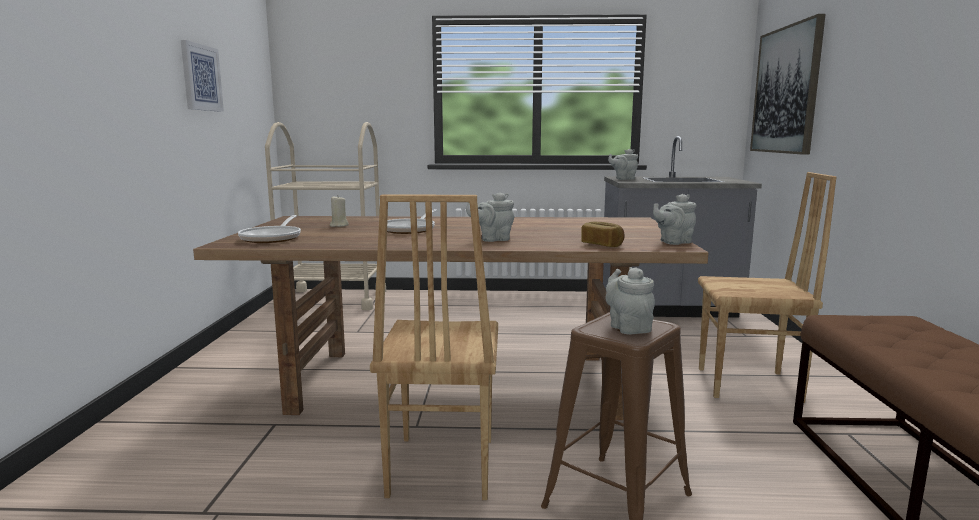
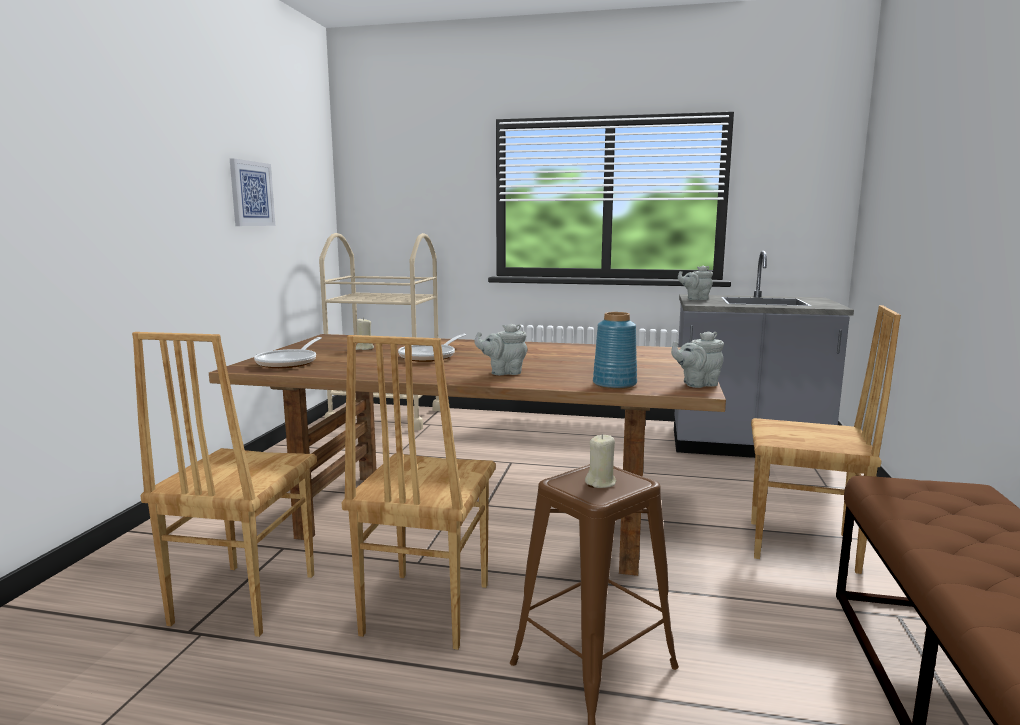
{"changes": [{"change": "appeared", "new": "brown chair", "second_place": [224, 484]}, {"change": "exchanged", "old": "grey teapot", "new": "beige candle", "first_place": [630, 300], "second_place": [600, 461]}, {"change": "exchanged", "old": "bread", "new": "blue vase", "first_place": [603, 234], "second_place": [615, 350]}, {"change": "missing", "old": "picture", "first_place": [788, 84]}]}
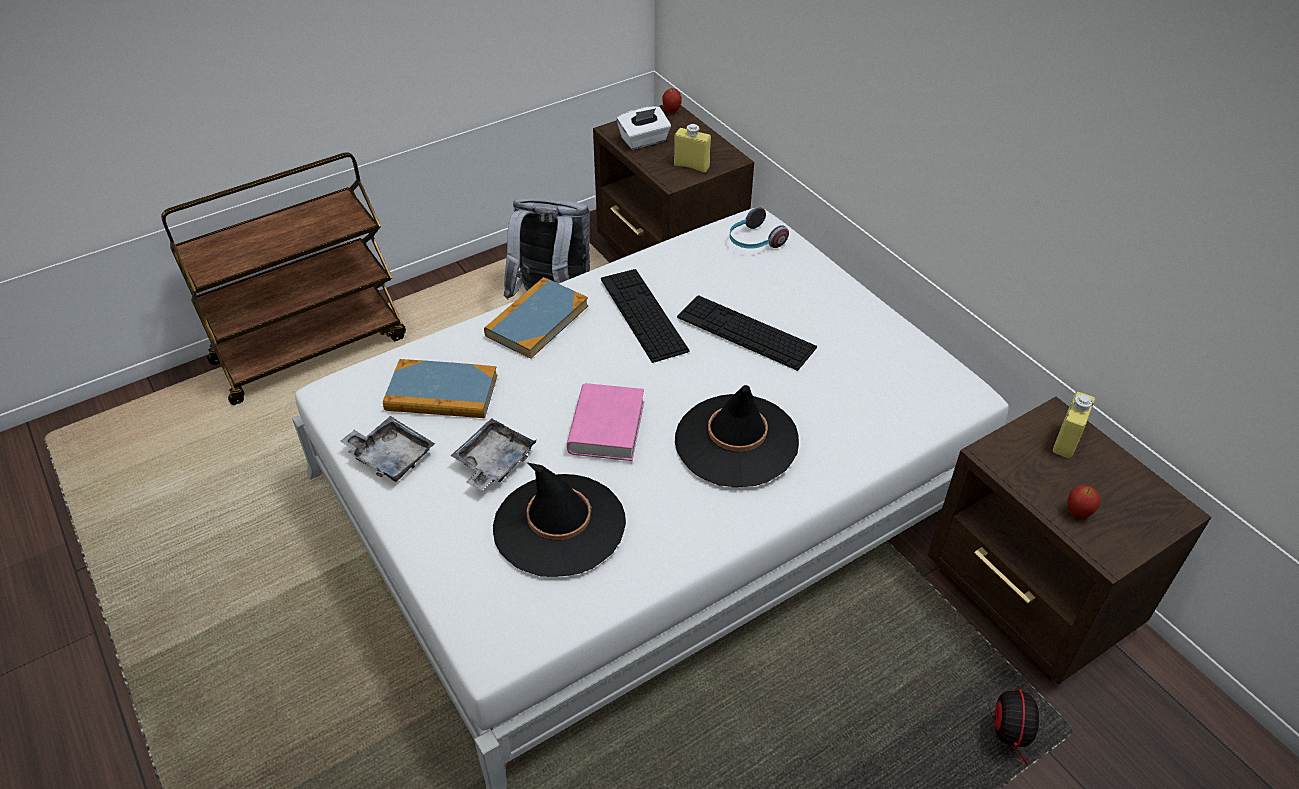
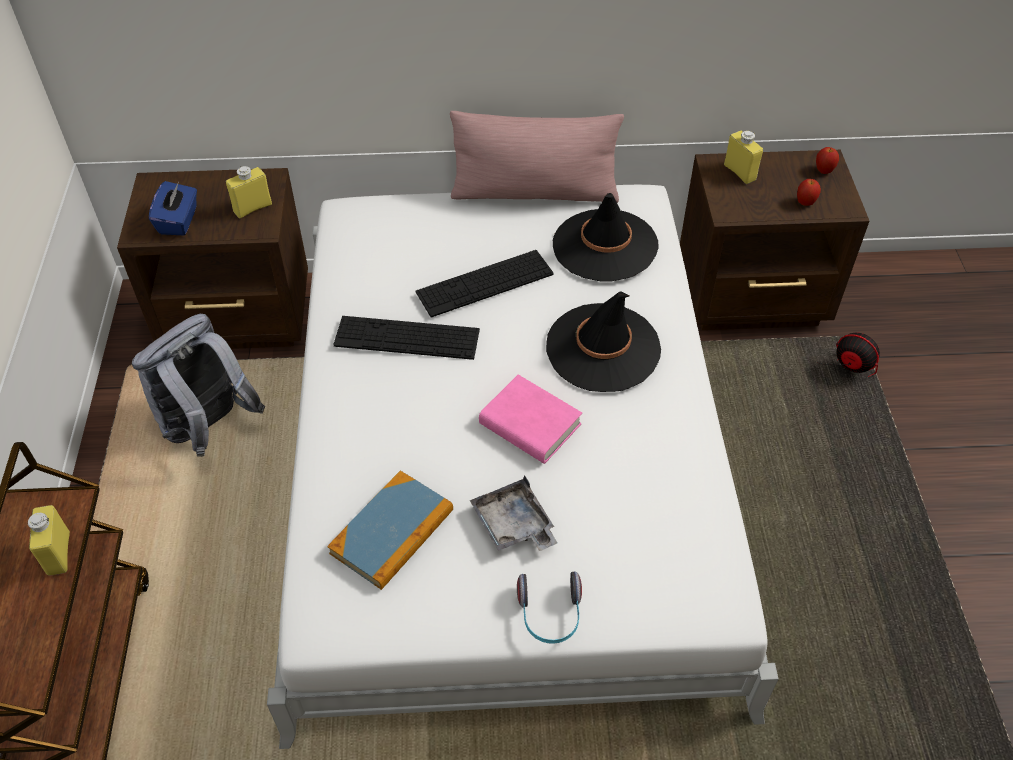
{"changes": [{"change": "appeared", "new": "yellow bottle", "second_place": [49, 540]}, {"change": "colour", "old": "white tissue box", "new": "blue tissue box", "first_place": [644, 127], "second_place": [173, 208]}, {"change": "appeared", "new": "pink pillow", "second_place": [537, 157]}, {"change": "relocated", "old": "headphones", "first_place": [759, 228], "second_place": [549, 607]}, {"change": "relocated", "old": "black hat", "first_place": [559, 519], "second_place": [606, 237]}, {"change": "relocated", "old": "apple", "first_place": [672, 100], "second_place": [827, 160]}, {"change": "missing", "old": "grey tray", "first_place": [387, 449]}, {"change": "missing", "old": "book", "first_place": [536, 318]}]}
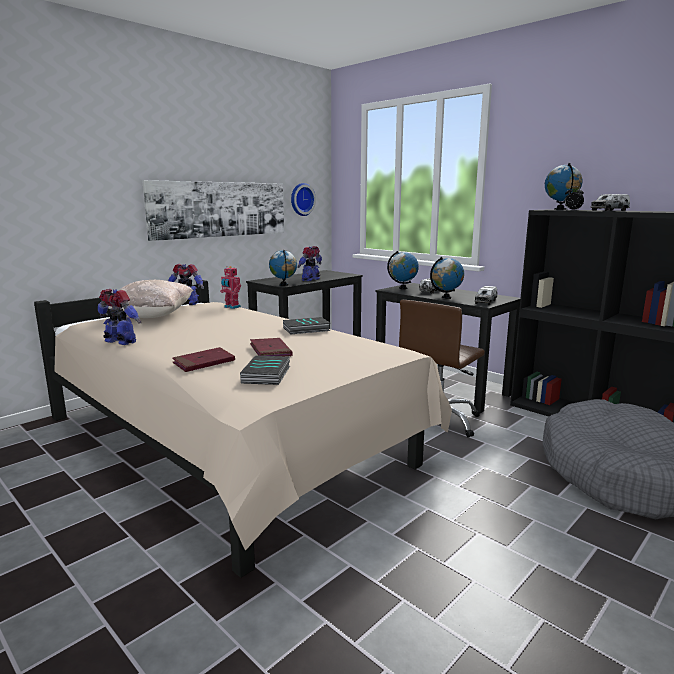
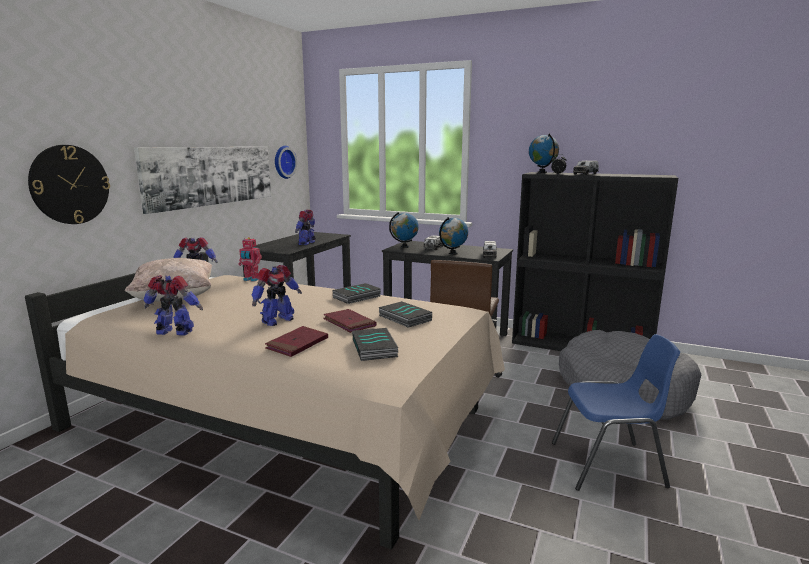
{"changes": [{"change": "appeared", "new": "wall clock", "second_place": [69, 184]}, {"change": "appeared", "new": "toy robot", "second_place": [277, 295]}, {"change": "appeared", "new": "book", "second_place": [405, 314]}, {"change": "appeared", "new": "blue chair", "second_place": [616, 412]}, {"change": "missing", "old": "globe", "first_place": [283, 268]}]}
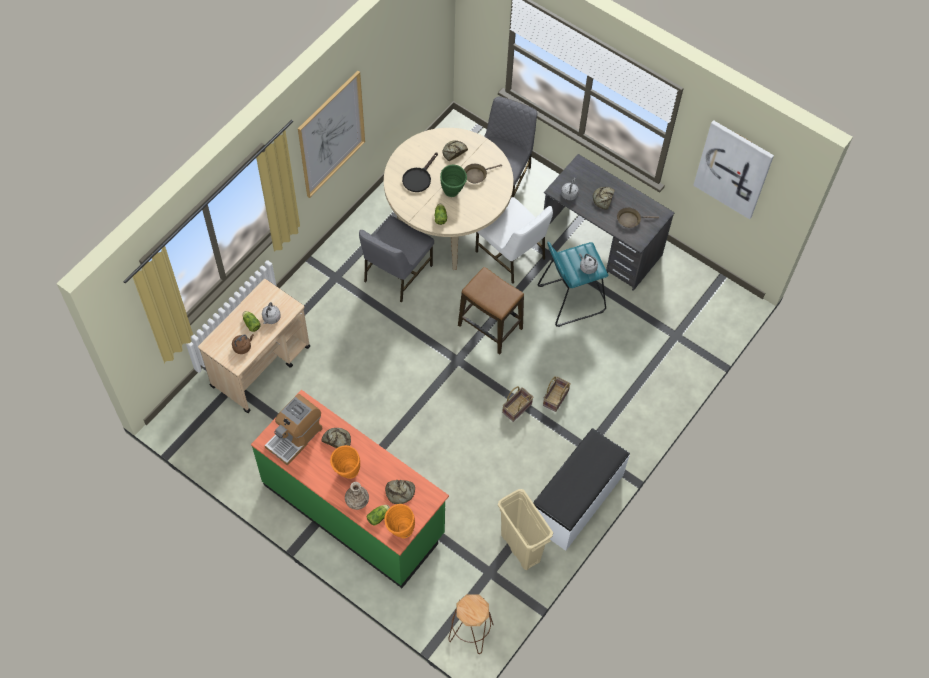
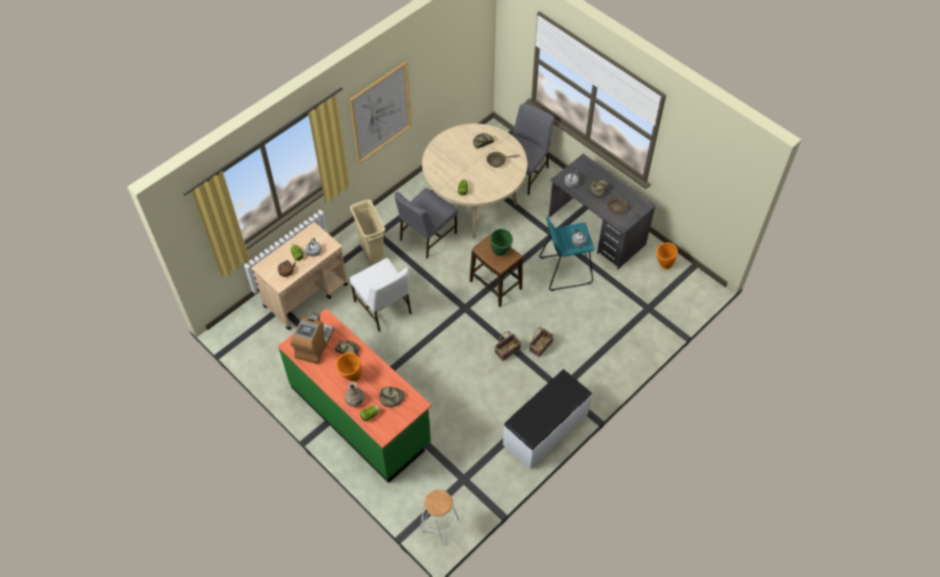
{"changes": [{"change": "spun", "old": "coffee machine", "first_place": [293, 430], "second_place": [312, 338], "degrees": 150}, {"change": "relocated", "old": "white chair", "first_place": [514, 240], "second_place": [380, 295]}, {"change": "relocated", "old": "beige trash can", "first_place": [525, 529], "second_place": [367, 232]}, {"change": "colour", "old": "brown stool", "new": "white stool", "first_place": [471, 624], "second_place": [440, 517]}, {"change": "relocated", "old": "green vase", "first_place": [453, 181], "second_place": [501, 242]}, {"change": "relocated", "old": "orange vase", "first_place": [400, 521], "second_place": [666, 256]}, {"change": "missing", "old": "black frying pan", "first_place": [420, 172]}, {"change": "missing", "old": "picture", "first_place": [733, 169]}]}
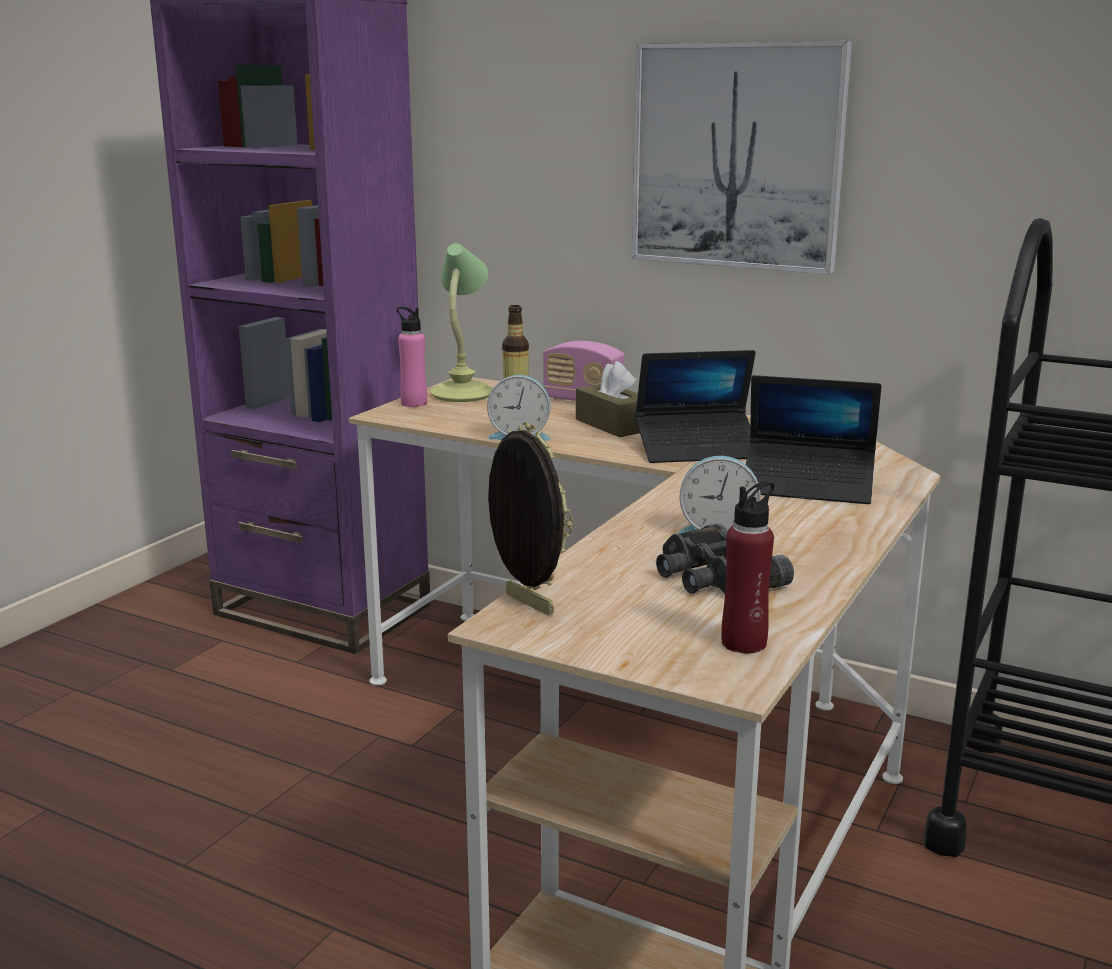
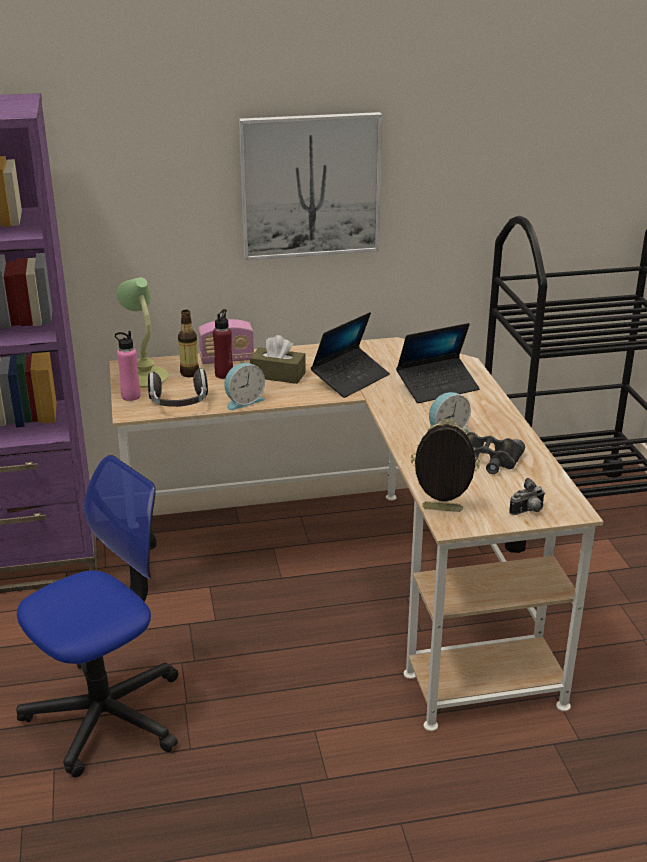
{"changes": [{"change": "appeared", "new": "office chair", "second_place": [97, 616]}, {"change": "appeared", "new": "headphones", "second_place": [178, 387]}, {"change": "relocated", "old": "red bottle", "first_place": [747, 567], "second_place": [223, 344]}, {"change": "appeared", "new": "photo camera", "second_place": [527, 496]}]}
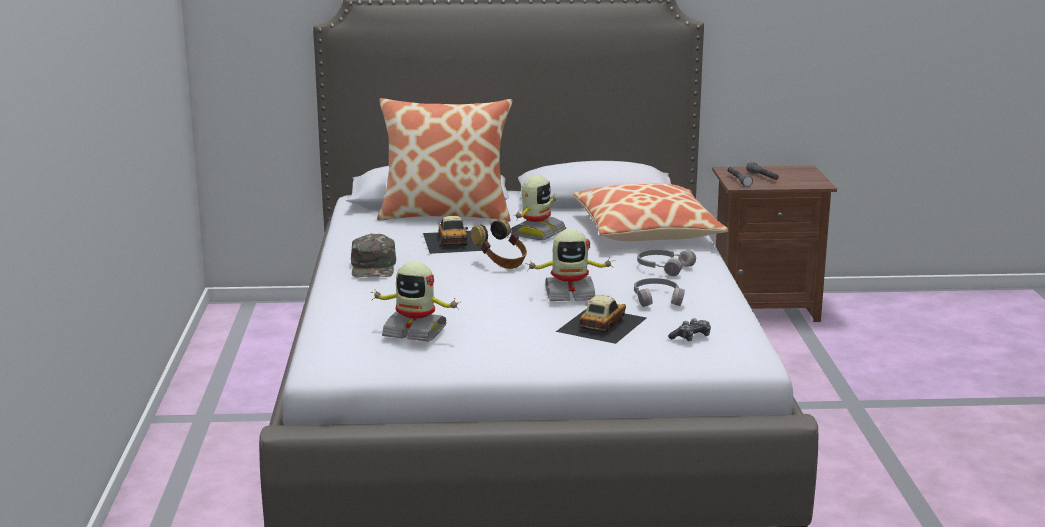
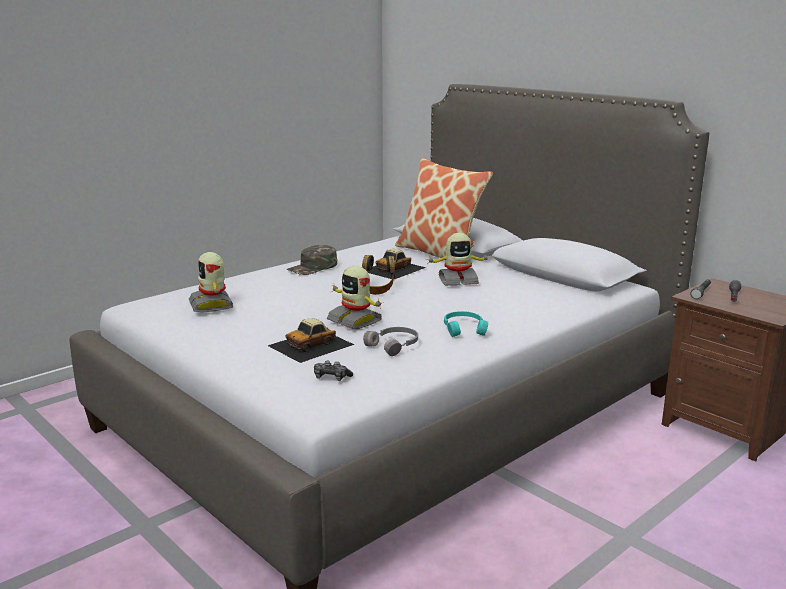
{"changes": [{"change": "spun", "old": "toy car", "first_place": [601, 319], "second_place": [311, 340], "degrees": 150}, {"change": "colour", "old": "grey headphones", "new": "turquoise headphones", "first_place": [666, 263], "second_place": [466, 324]}, {"change": "missing", "old": "pillow", "first_place": [650, 212]}]}
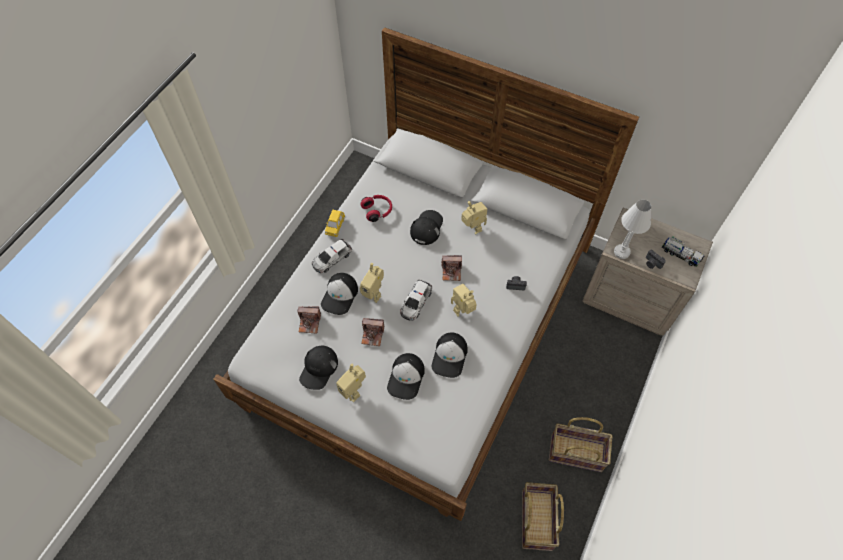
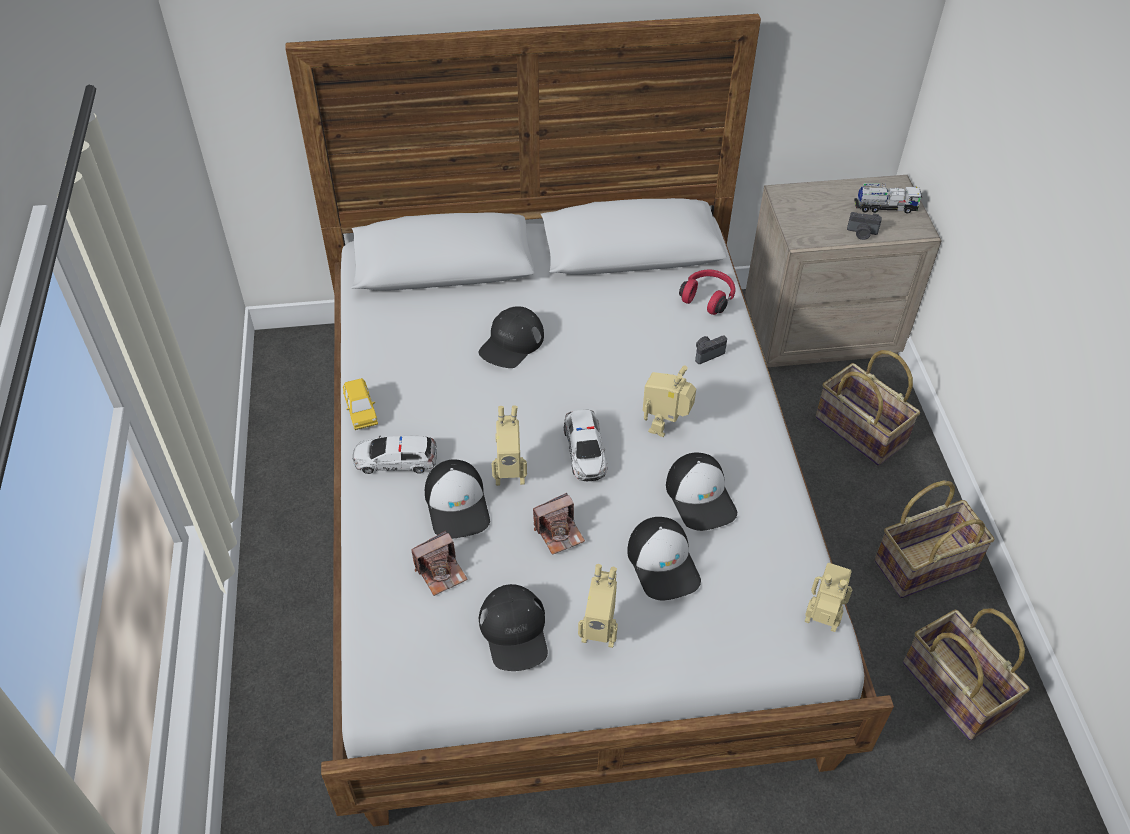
{"changes": [{"change": "spun", "old": "toy car", "first_place": [332, 256], "second_place": [395, 455], "degrees": 75}, {"change": "spun", "old": "black cap", "first_place": [426, 227], "second_place": [511, 337], "degrees": -135}, {"change": "relocated", "old": "red headphones", "first_place": [376, 208], "second_place": [707, 292]}, {"change": "relocated", "old": "toy robot", "first_place": [474, 218], "second_place": [828, 597]}, {"change": "appeared", "new": "basket", "second_place": [867, 408]}, {"change": "missing", "old": "photo camera", "first_place": [451, 268]}, {"change": "missing", "old": "white table lamp", "first_place": [632, 229]}]}
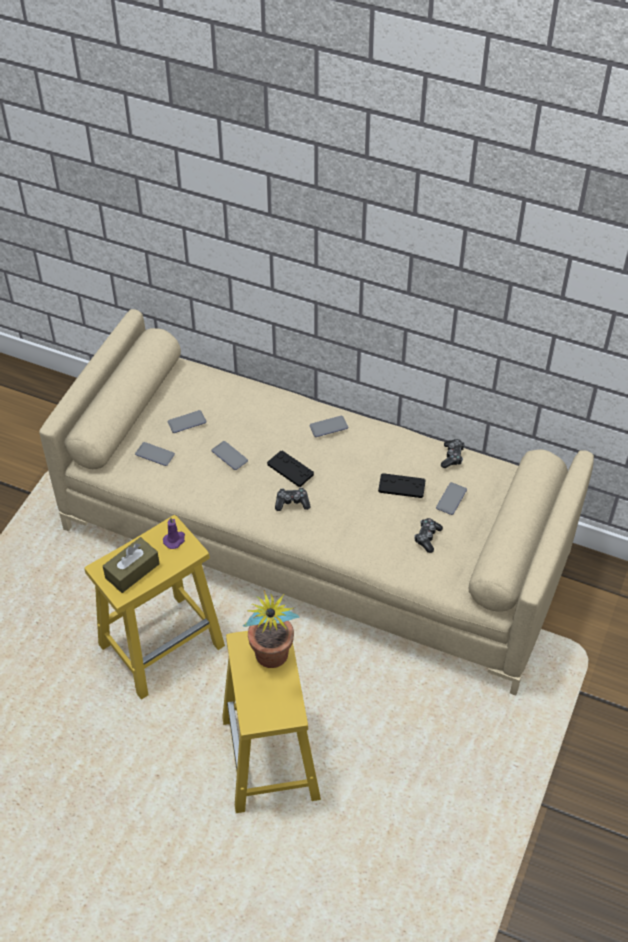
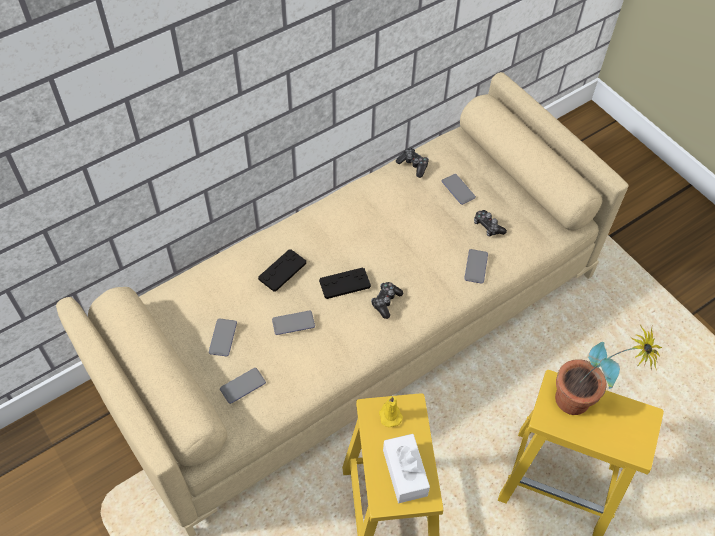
{"changes": [{"change": "relocated", "old": "black game controller", "first_place": [402, 485], "second_place": [282, 270]}, {"change": "colour", "old": "purple candle", "new": "yellow candle", "first_place": [174, 533], "second_place": [391, 411]}, {"change": "colour", "old": "brown tissue box", "new": "white tissue box", "first_place": [131, 565], "second_place": [406, 468]}, {"change": "relocated", "old": "phone", "first_place": [328, 426], "second_place": [476, 266]}]}
